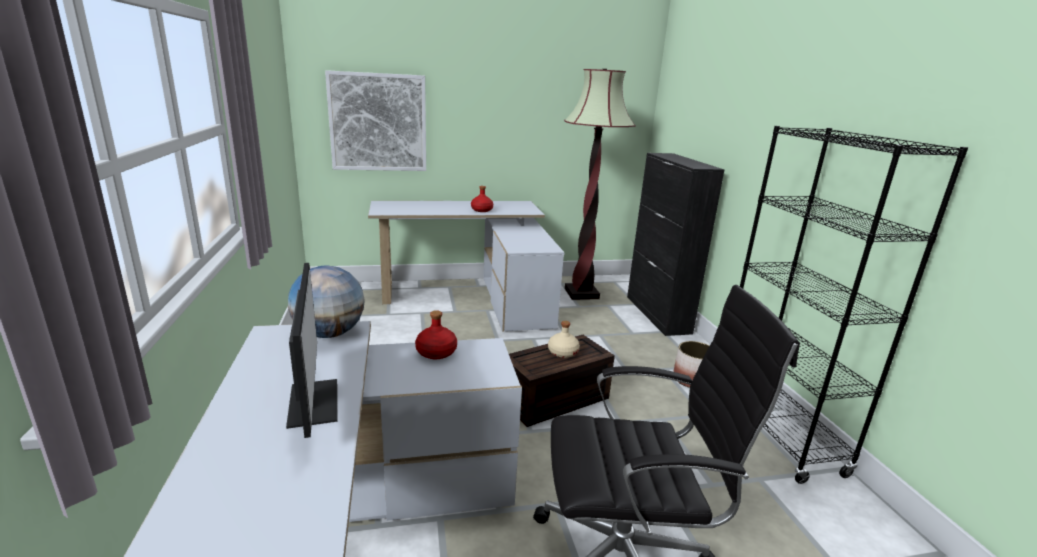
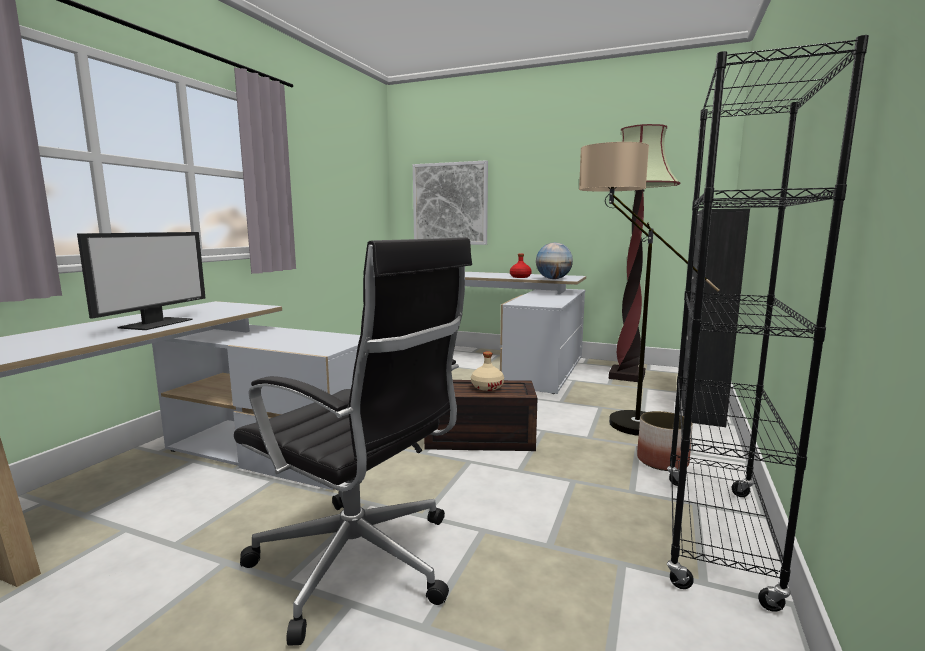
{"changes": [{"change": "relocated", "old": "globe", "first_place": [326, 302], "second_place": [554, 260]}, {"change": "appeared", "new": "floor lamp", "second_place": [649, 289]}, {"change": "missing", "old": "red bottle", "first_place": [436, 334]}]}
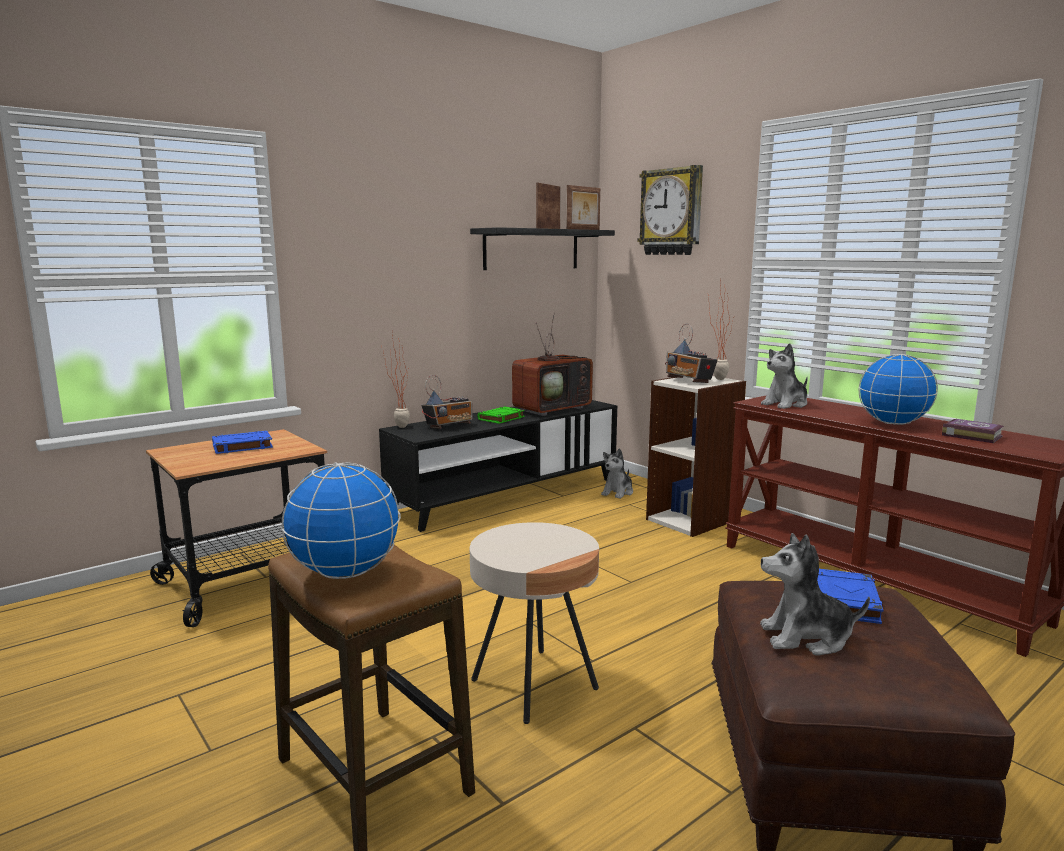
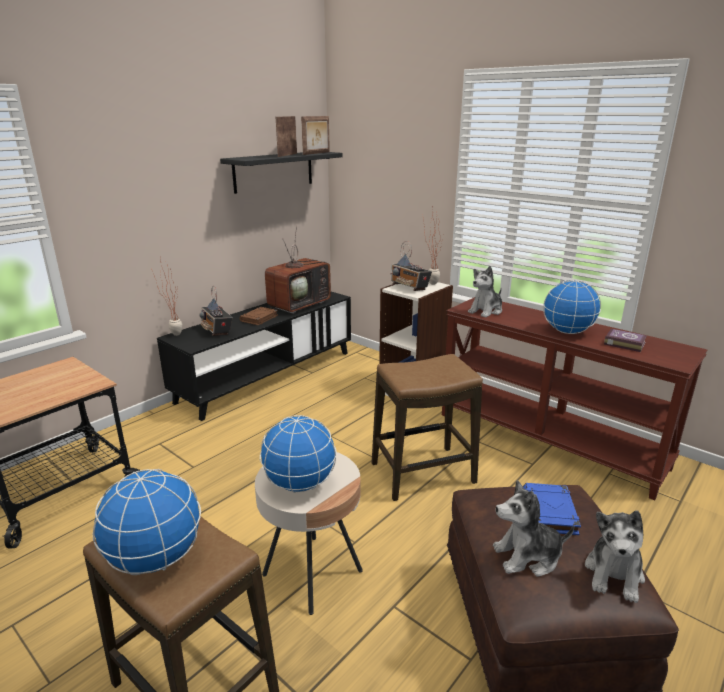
{"changes": [{"change": "spun", "old": "radio", "first_place": [446, 402], "second_place": [216, 311], "degrees": 105}, {"change": "colour", "old": "green book", "new": "brown book", "first_place": [501, 415], "second_place": [258, 316]}, {"change": "appeared", "new": "globe", "second_place": [298, 454]}, {"change": "appeared", "new": "stool", "second_place": [427, 427]}, {"change": "relocated", "old": "plush toy", "first_place": [617, 473], "second_place": [615, 556]}, {"change": "missing", "old": "blue book", "first_place": [242, 442]}, {"change": "missing", "old": "wall clock", "first_place": [670, 210]}]}
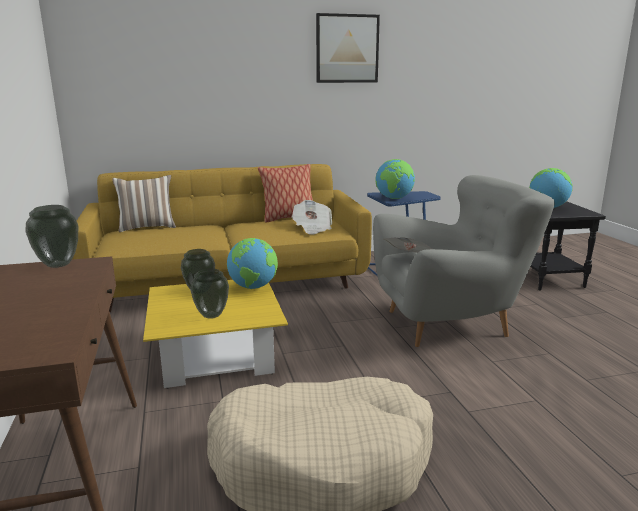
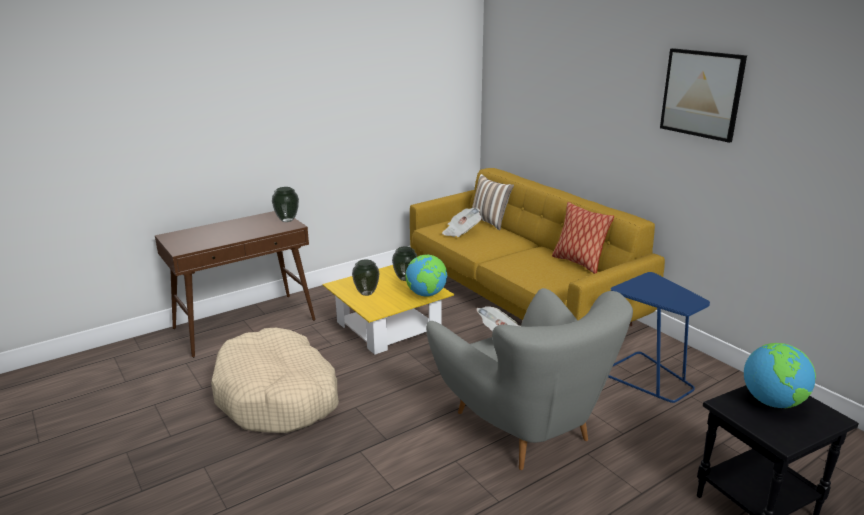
{"changes": [{"change": "relocated", "old": "newspaper", "first_place": [312, 217], "second_place": [462, 222]}, {"change": "missing", "old": "globe", "first_place": [395, 179]}]}
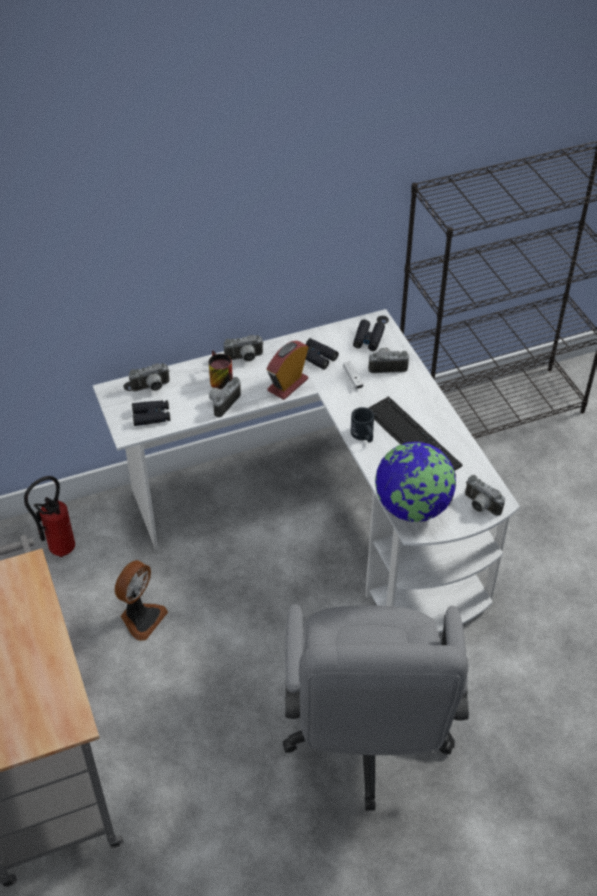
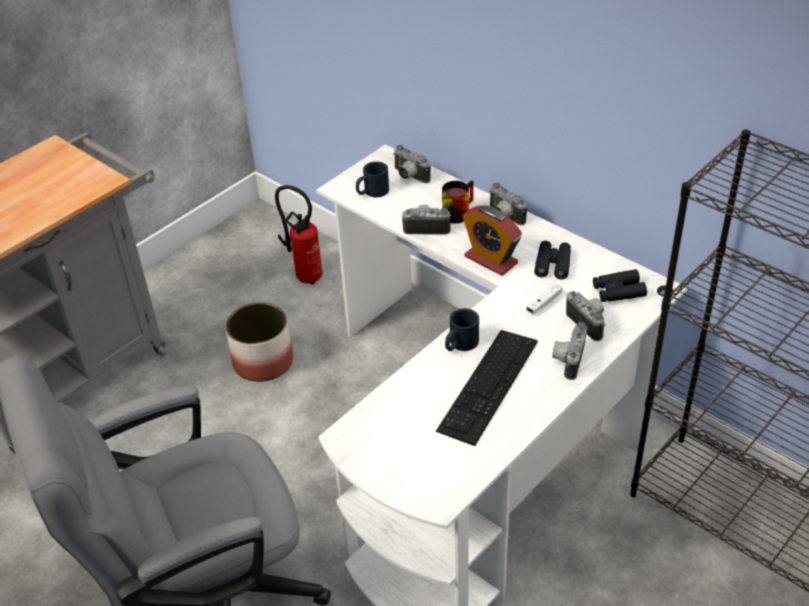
{"changes": [{"change": "exchanged", "old": "fan", "new": "planter", "first_place": [141, 600], "second_place": [259, 342]}, {"change": "exchanged", "old": "black binoculars", "new": "black mug", "first_place": [151, 413], "second_place": [372, 179]}, {"change": "spun", "old": "alarm clock", "first_place": [287, 370], "second_place": [492, 240], "degrees": -150}, {"change": "relocated", "old": "photo camera", "first_place": [485, 495], "second_place": [569, 351]}, {"change": "missing", "old": "globe", "first_place": [415, 482]}]}
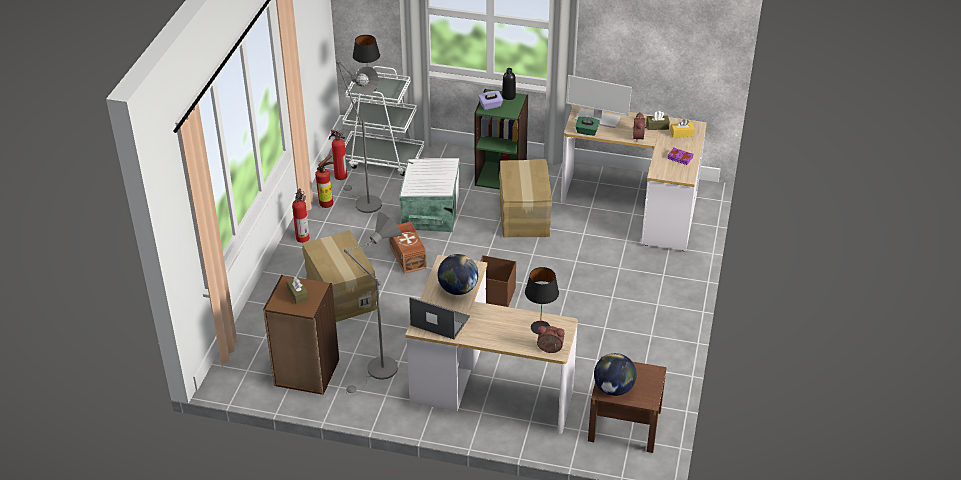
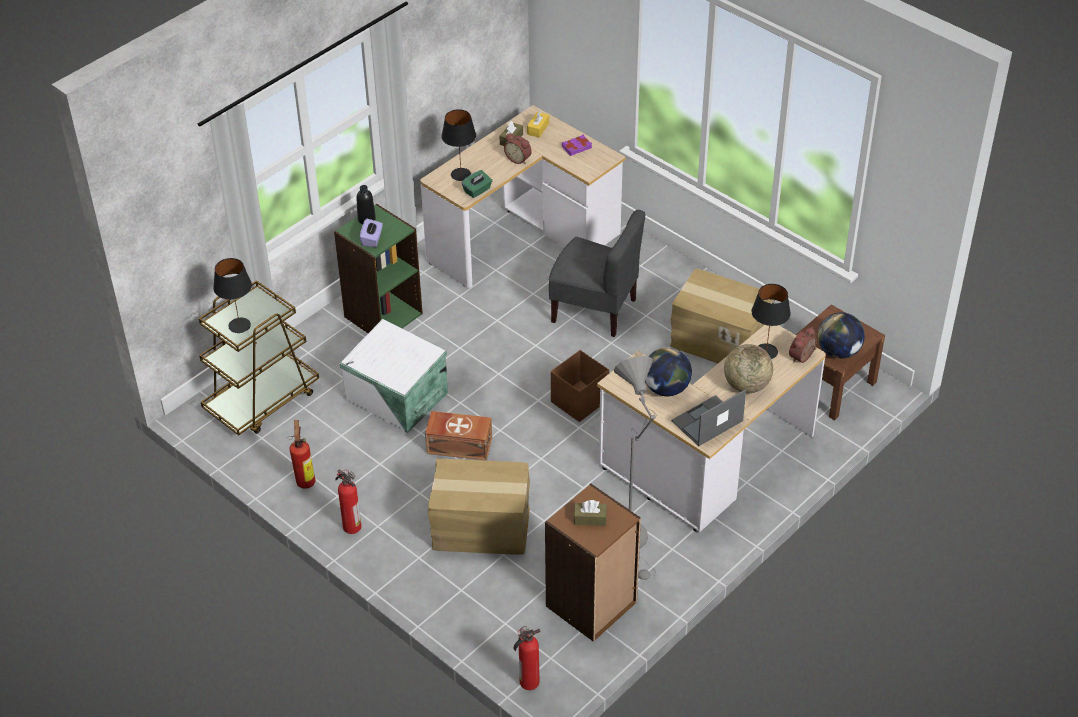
{"changes": [{"change": "colour", "old": "white cart", "new": "brown cart", "first_place": [383, 121], "second_place": [259, 357]}, {"change": "exchanged", "old": "monitor", "new": "black table lamp", "first_place": [599, 101], "second_place": [458, 145]}, {"change": "relocated", "old": "fire extinguisher", "first_place": [338, 155], "second_place": [527, 658]}, {"change": "appeared", "new": "grey chair", "second_place": [597, 273]}, {"change": "relocated", "old": "cardboard box", "first_place": [525, 198], "second_place": [722, 316]}, {"change": "appeared", "new": "globe", "second_place": [748, 368]}, {"change": "missing", "old": "grey floor lamp", "first_place": [359, 136]}]}
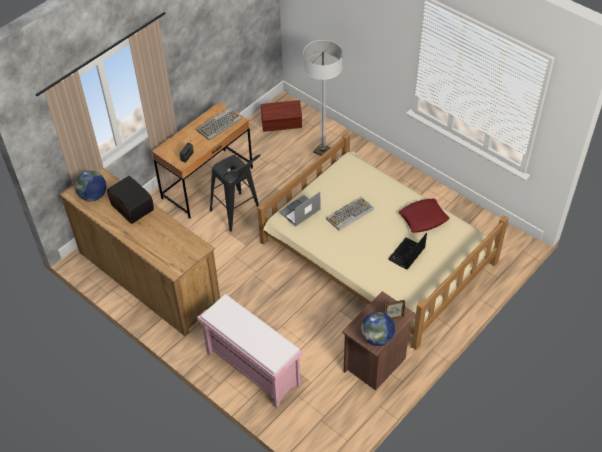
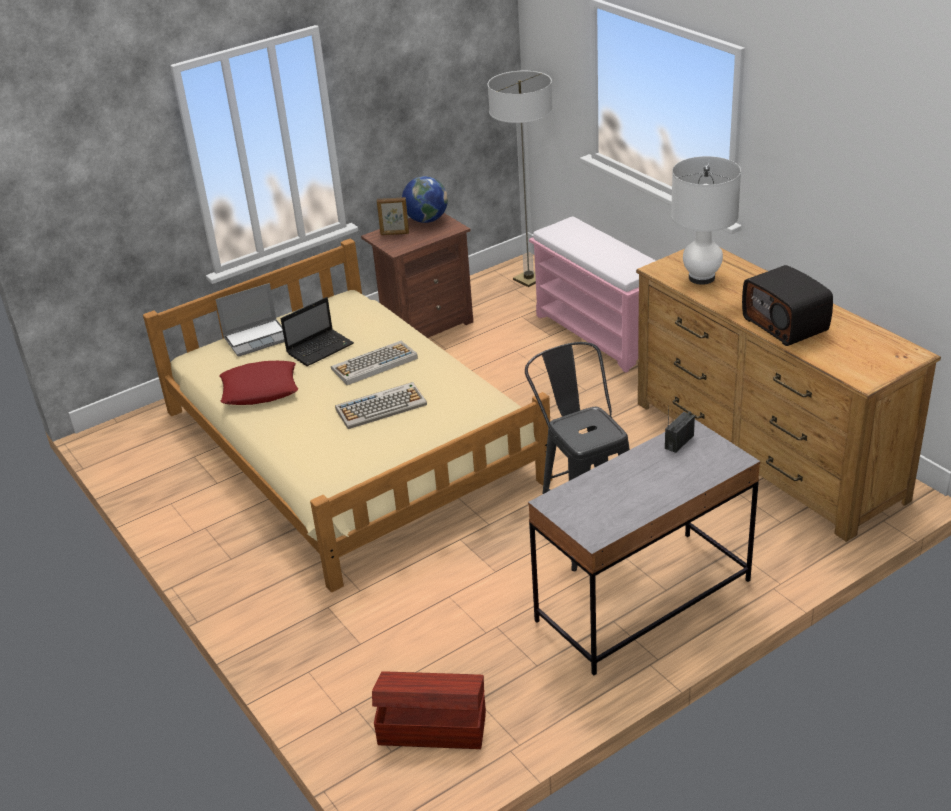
{"changes": [{"change": "relocated", "old": "laptop", "first_place": [299, 209], "second_place": [250, 319]}, {"change": "relocated", "old": "keyboard", "first_place": [219, 124], "second_place": [374, 363]}, {"change": "relocated", "old": "floor lamp", "first_place": [323, 98], "second_place": [520, 179]}, {"change": "colour", "old": "brown desk", "new": "grey desk", "first_place": [202, 160], "second_place": [644, 547]}, {"change": "appeared", "new": "white table lamp", "second_place": [706, 220]}, {"change": "missing", "old": "globe", "first_place": [90, 186]}]}
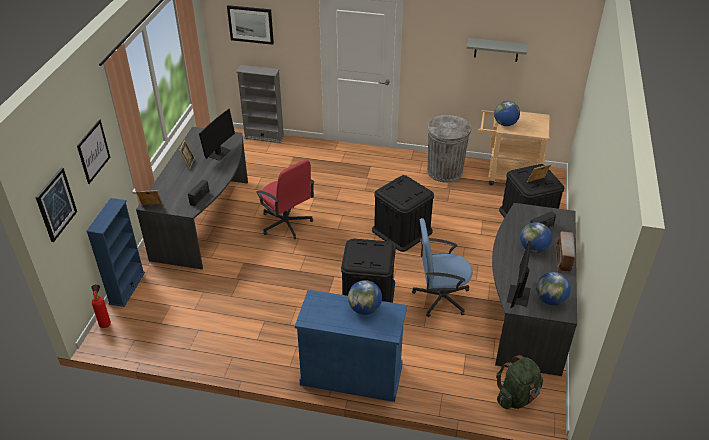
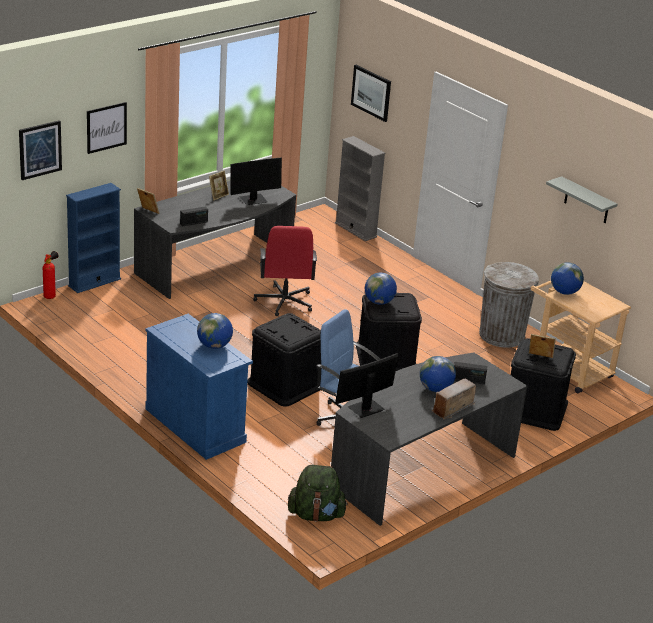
{"changes": [{"change": "relocated", "old": "globe", "first_place": [553, 288], "second_place": [381, 288]}]}
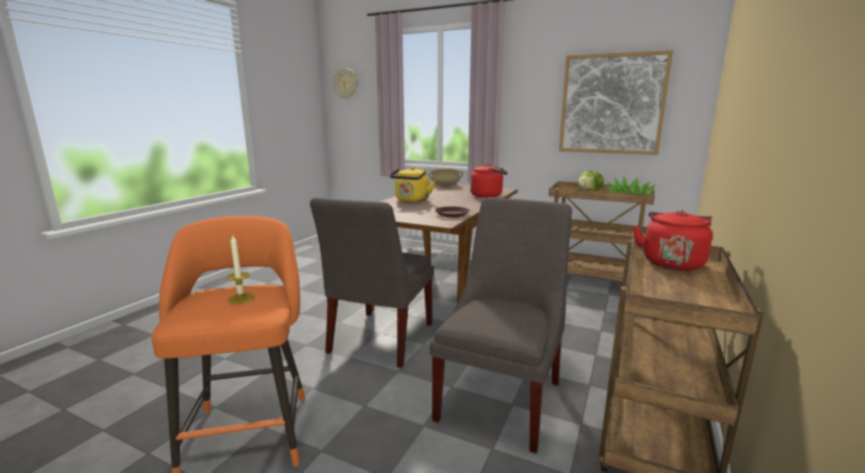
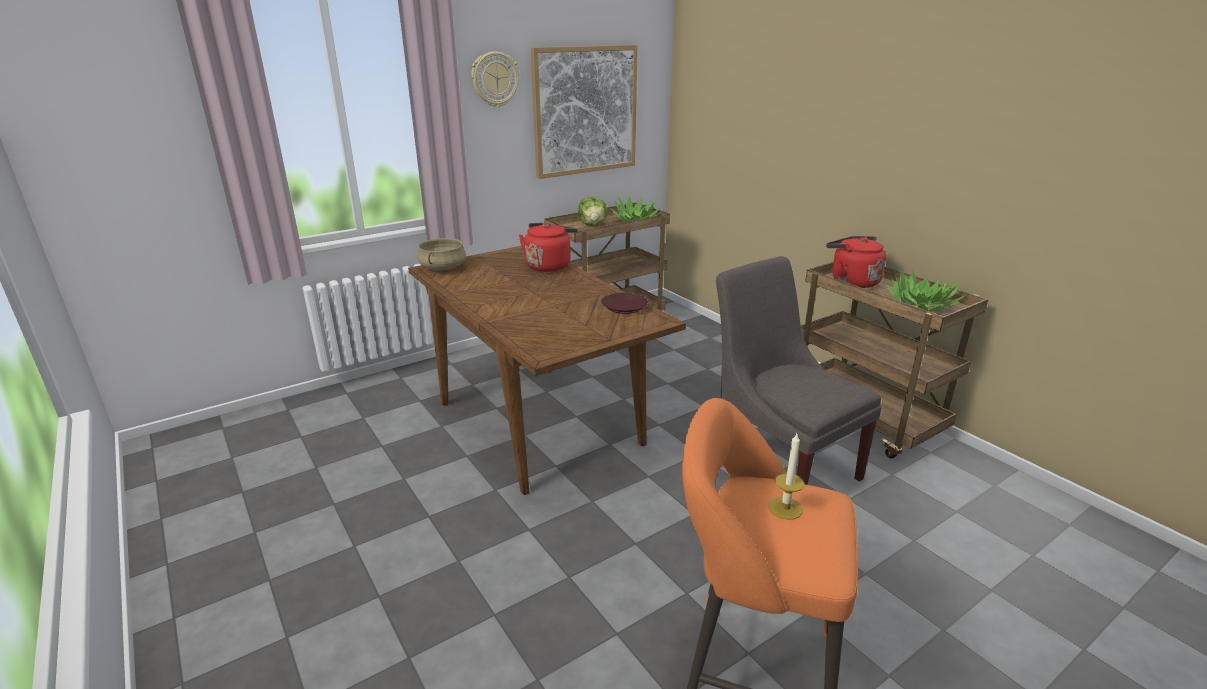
{"changes": [{"change": "relocated", "old": "wall clock", "first_place": [345, 83], "second_place": [495, 79]}, {"change": "appeared", "new": "potted plant", "second_place": [925, 289]}, {"change": "missing", "old": "grey chair", "first_place": [372, 282]}, {"change": "missing", "old": "yellow kettle", "first_place": [413, 184]}]}
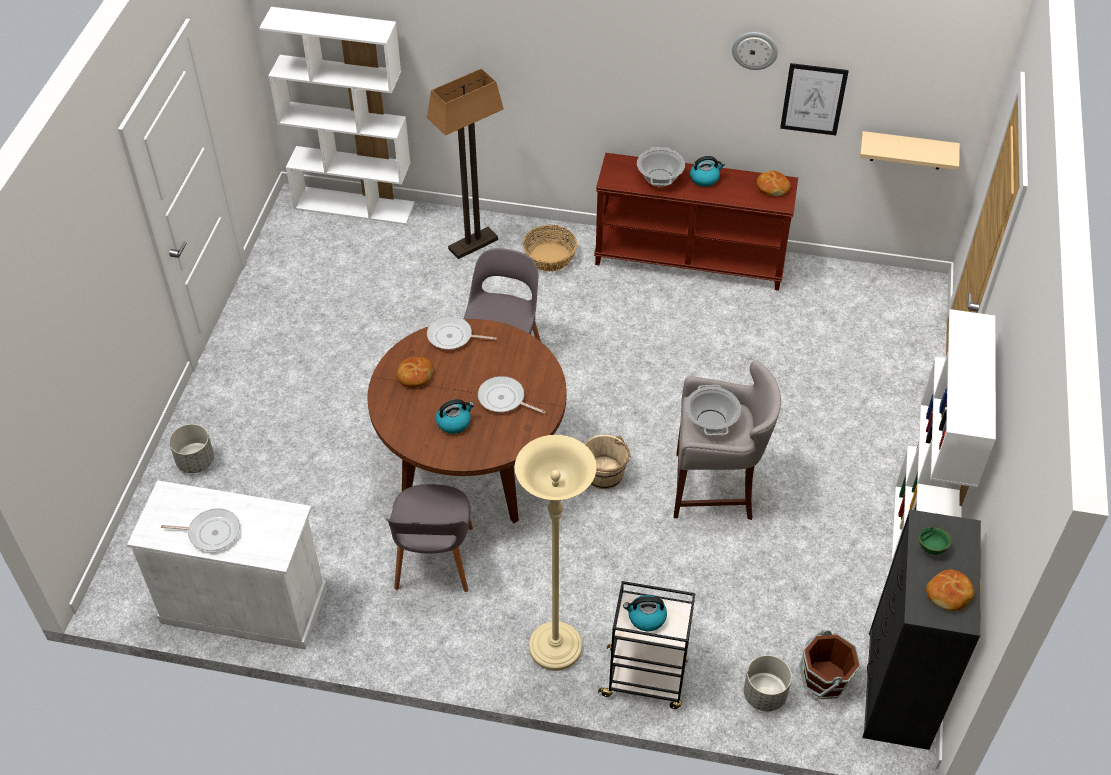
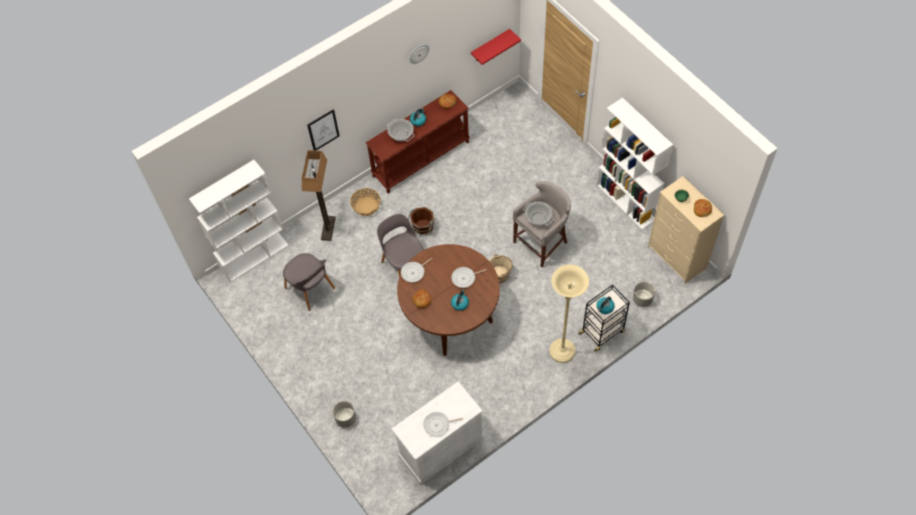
{"changes": [{"change": "relocated", "old": "grey chair", "first_place": [429, 538], "second_place": [309, 282]}, {"change": "relocated", "old": "picture", "first_place": [814, 99], "second_place": [323, 130]}, {"change": "relocated", "old": "brown bucket", "first_place": [830, 664], "second_place": [421, 221]}, {"change": "spun", "old": "frying pan", "first_place": [200, 529], "second_place": [443, 424], "degrees": -150}, {"change": "colour", "old": "beige shelf", "new": "red shelf", "first_place": [910, 150], "second_place": [496, 47]}, {"change": "colour", "old": "black dresser", "new": "beige dresser", "first_place": [922, 629], "second_place": [686, 230]}]}
